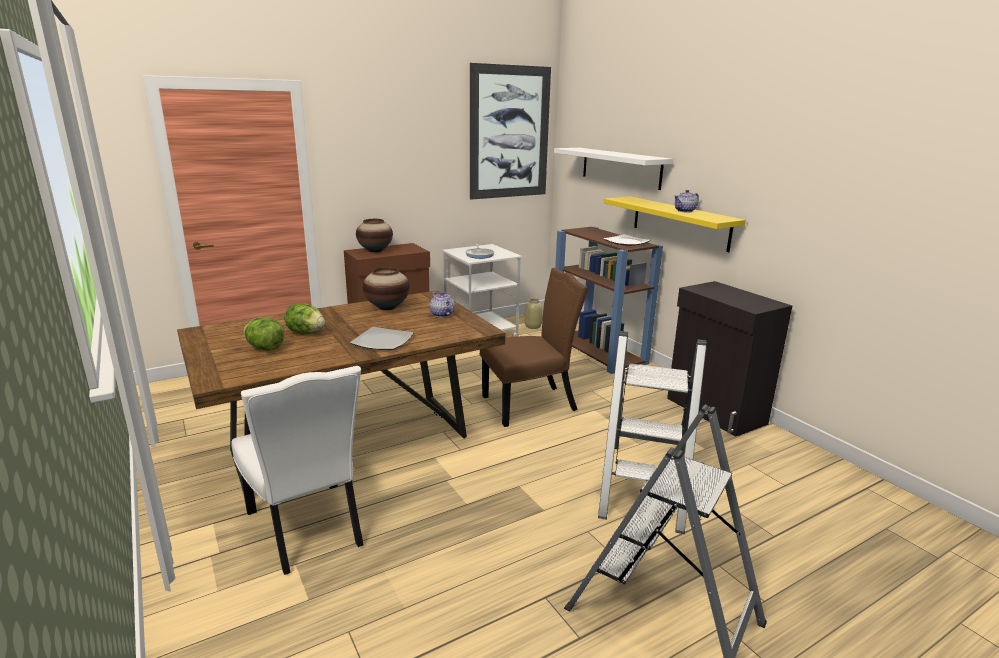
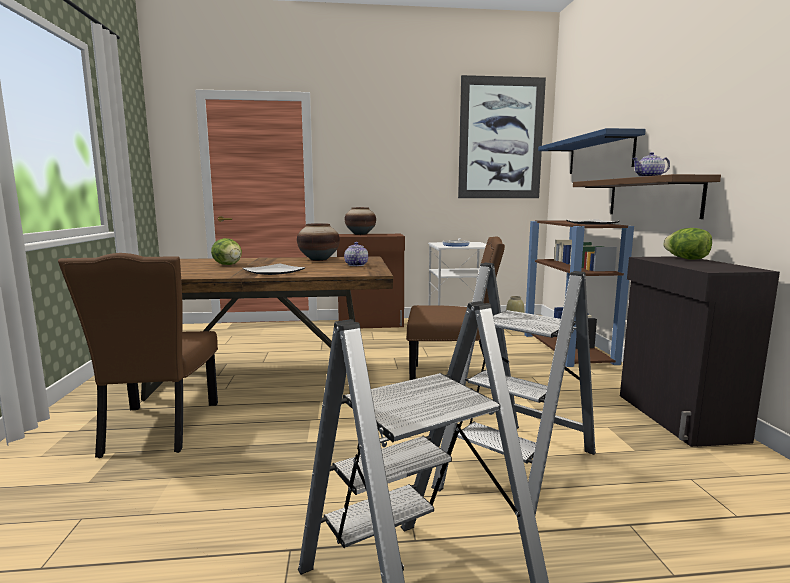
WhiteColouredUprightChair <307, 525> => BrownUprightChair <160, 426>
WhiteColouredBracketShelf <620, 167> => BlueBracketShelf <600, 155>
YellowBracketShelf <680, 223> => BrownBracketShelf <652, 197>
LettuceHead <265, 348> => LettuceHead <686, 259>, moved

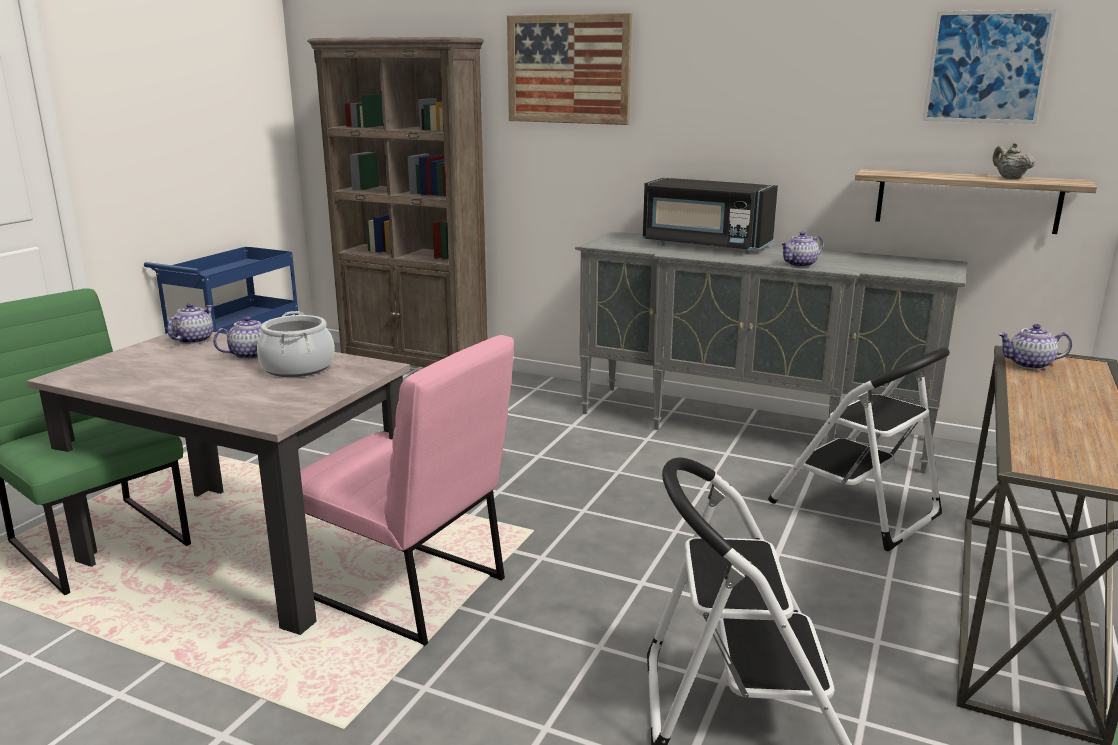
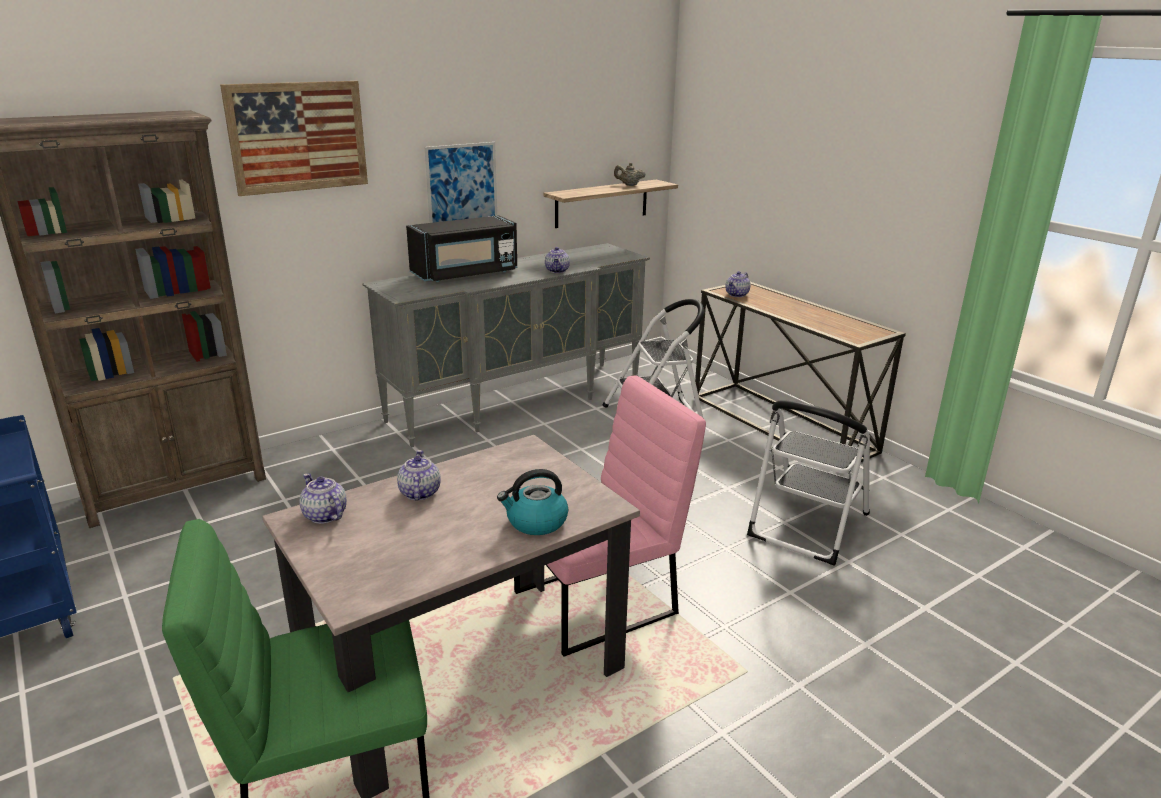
Picture <986, 67> => Picture <462, 183>, moved
nothing => TeaKettle <536, 522>
CookingPot <298, 367> => nothing

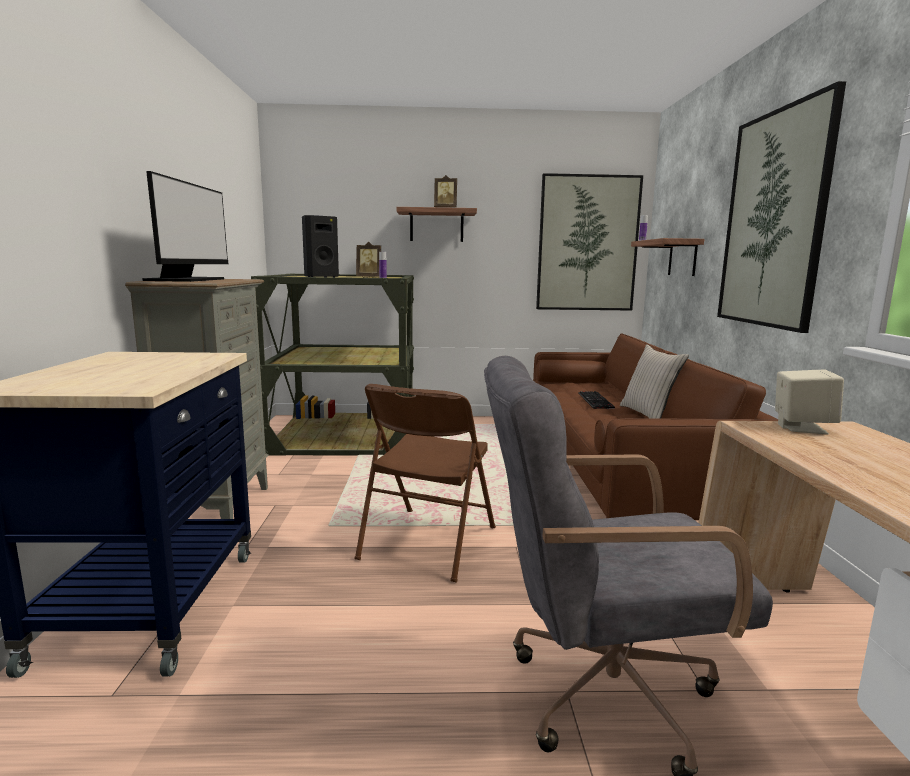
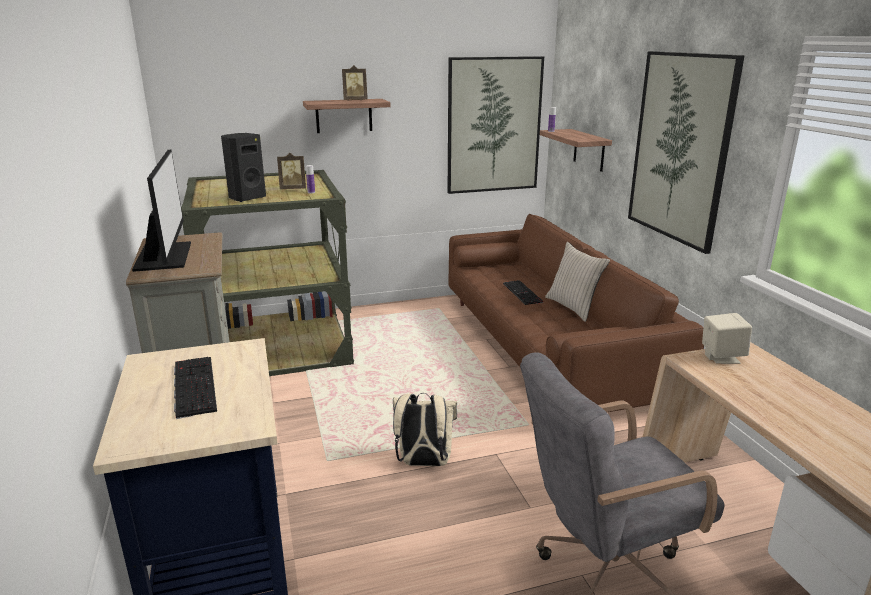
nothing => PcKeyboard <193, 386>
BrownUprightChair <428, 542> => BeigeColouredBackpack <423, 463>

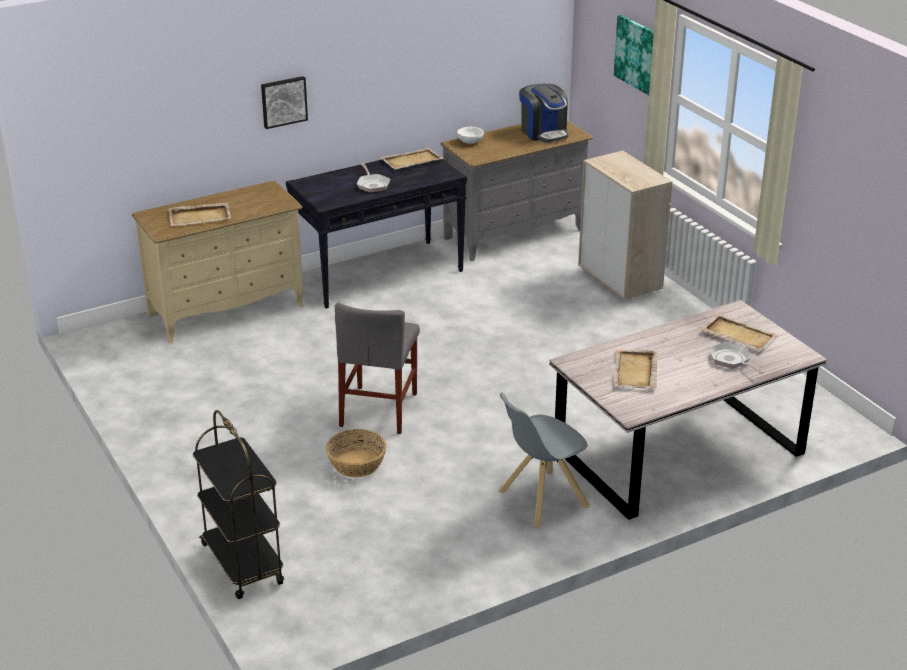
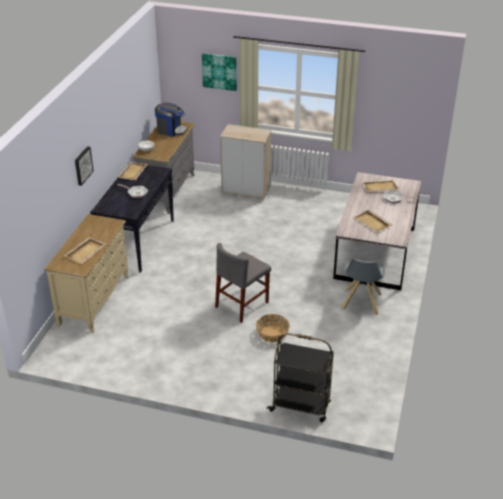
GreyishUprightChair <379, 409> => GreyishUprightChair <242, 304>, 75 degrees clockwise

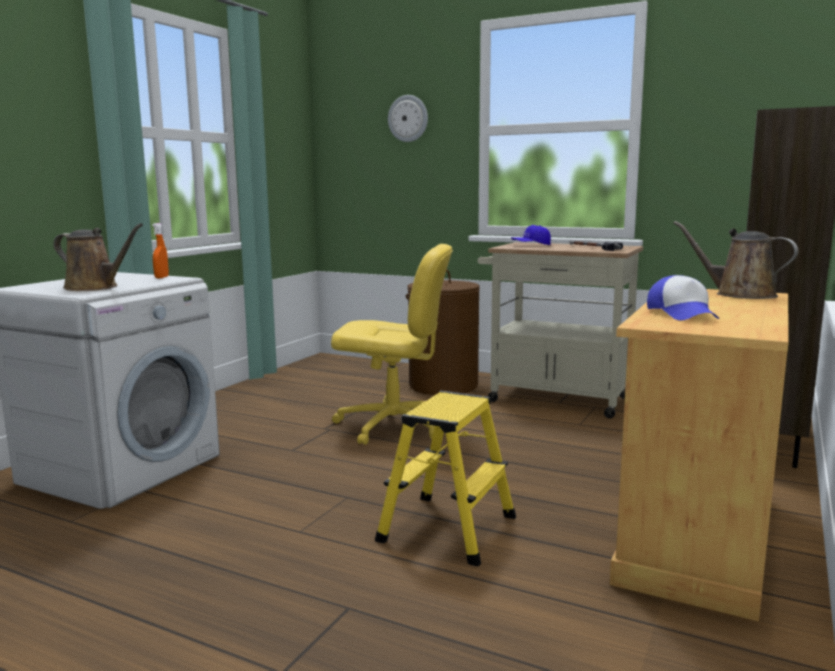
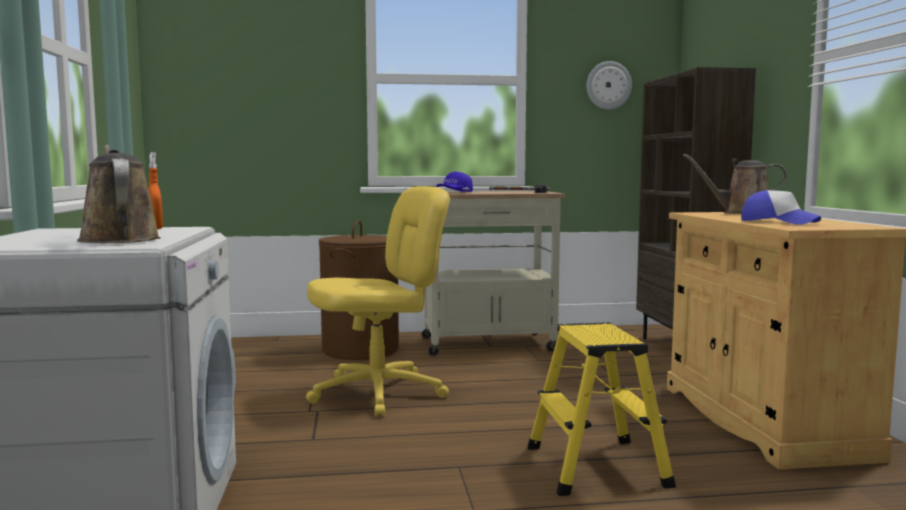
BrownSprinklingCan <95, 287> => BrownSprinklingCan <118, 239>, 105 degrees counterclockwise
HangingClock <408, 118> => HangingClock <608, 85>, moved

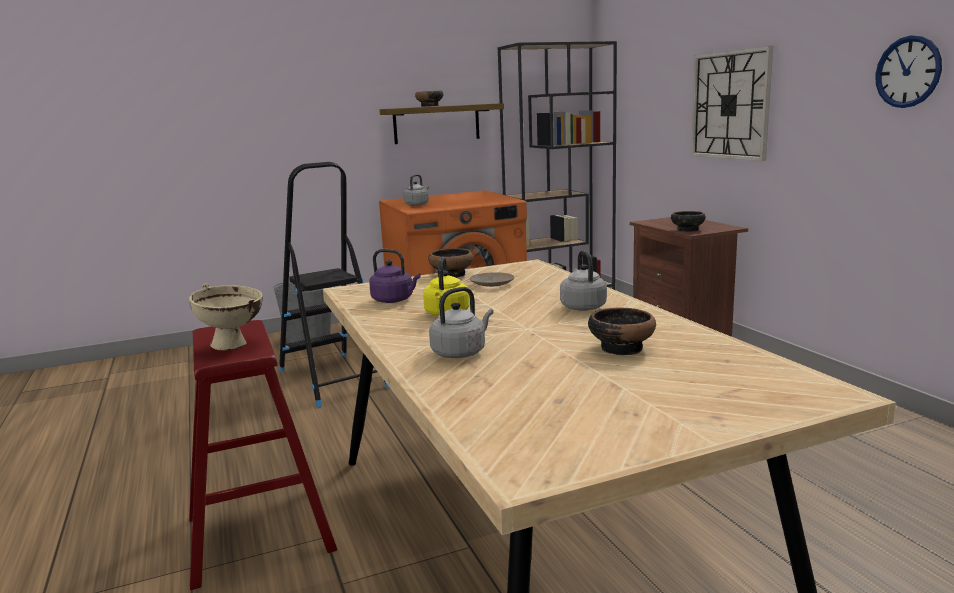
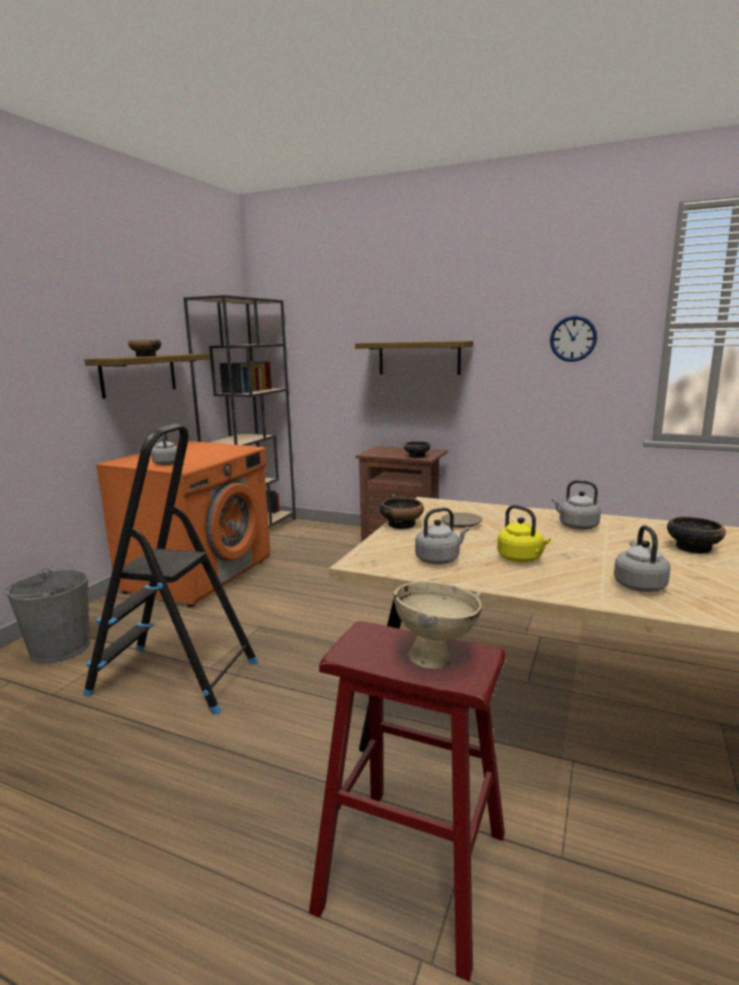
HangingClock <730, 105> => BracketShelf <419, 358>
PurpleColouredTeaKettle <394, 300> => GreyishTeaKettle <439, 559>

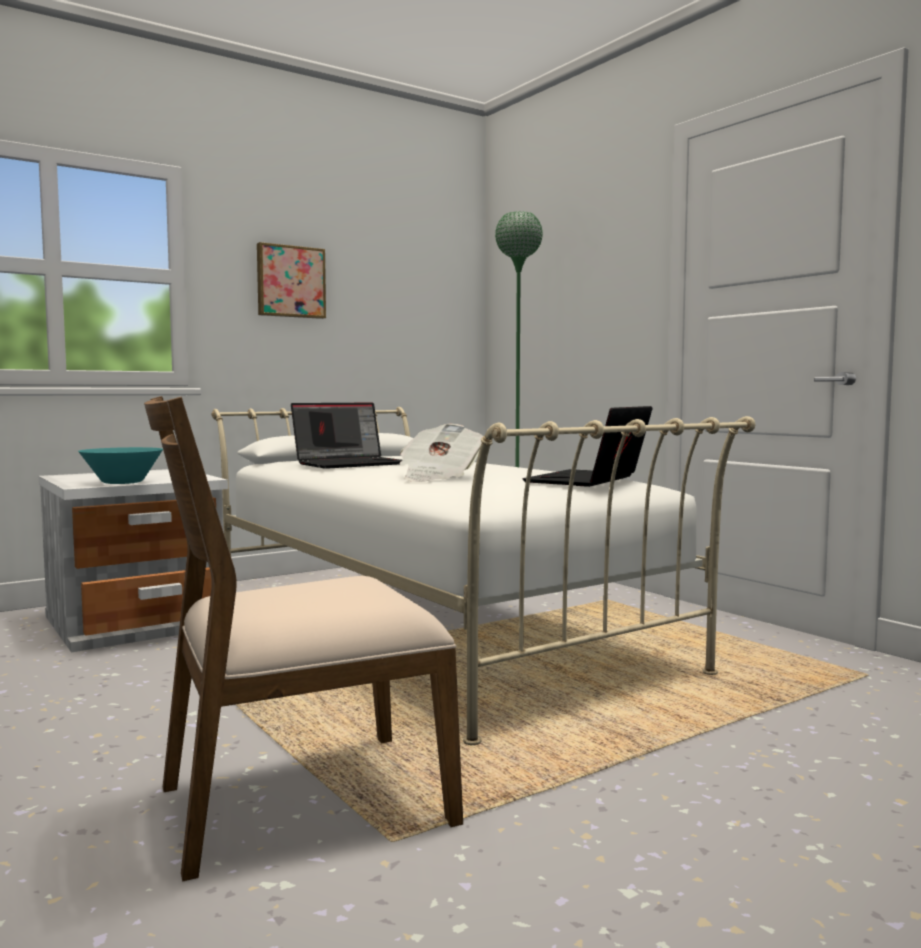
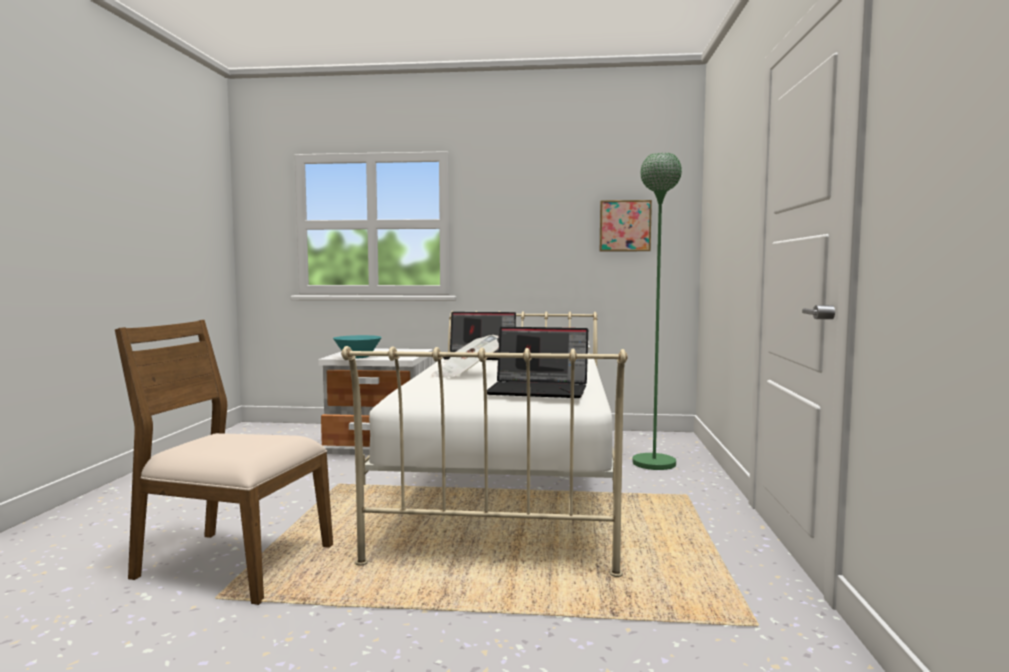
Laptop <589, 481> => Laptop <540, 390>, 150 degrees counterclockwise
Picture <290, 282> => Picture <625, 226>, moved

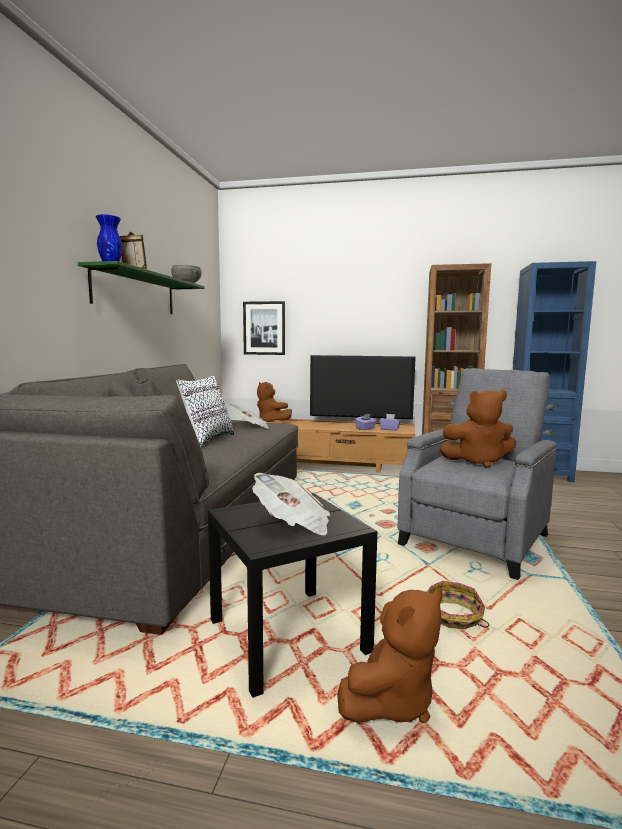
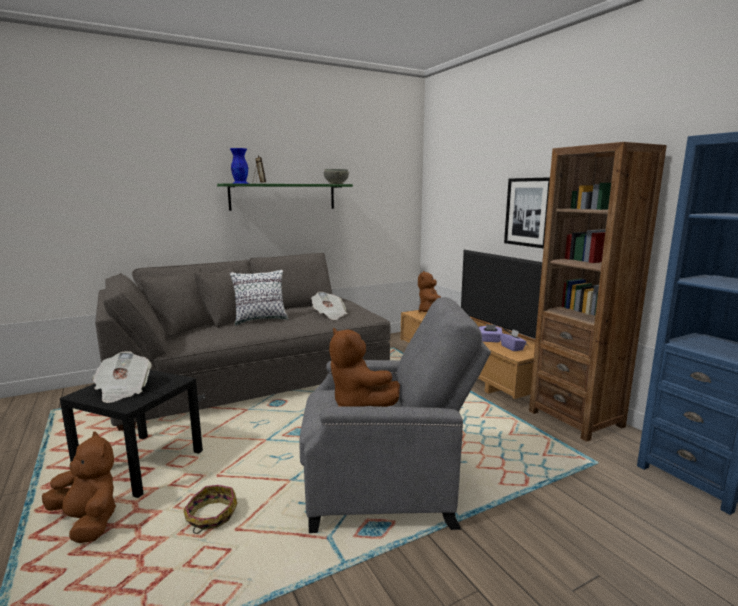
BrownCuddlyToy <391, 701> => BrownCuddlyToy <88, 522>, 150 degrees counterclockwise
Picture <264, 328> => Picture <528, 212>, moved

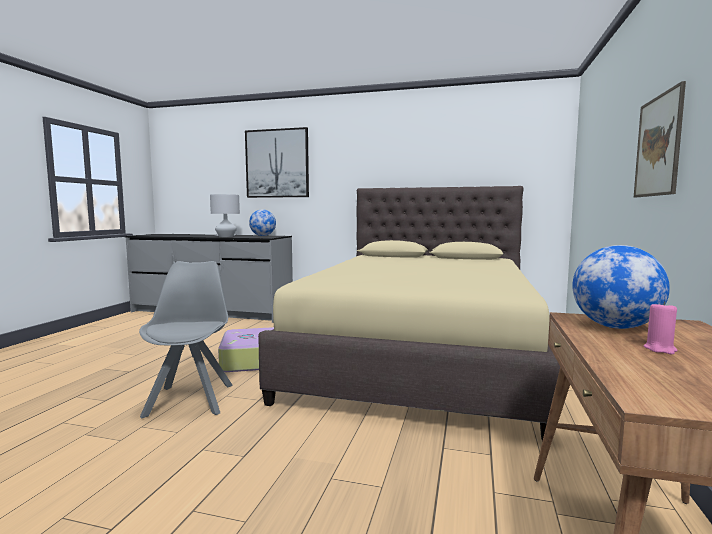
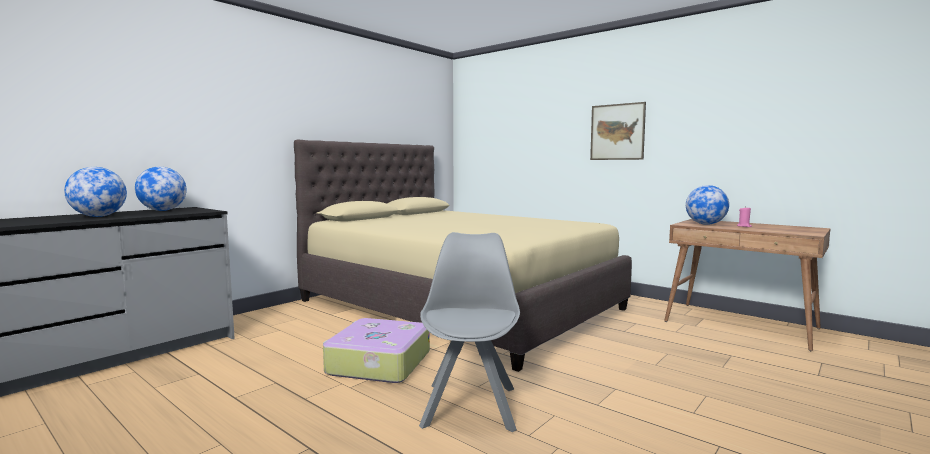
WhiteColouredLampForATable <225, 236> => WorldGlobe <98, 216>
GreyishUprightChair <191, 399> => GreyishUprightChair <470, 405>, 75 degrees clockwise
Picture <277, 163> => nothing

